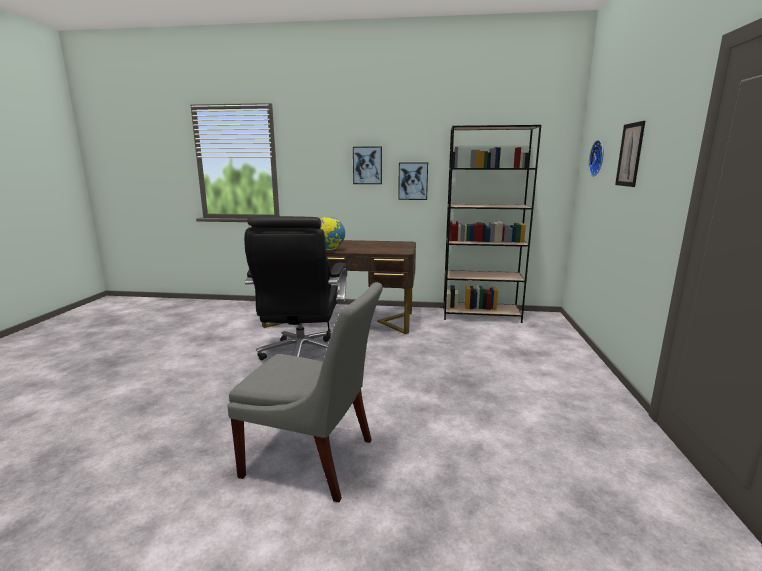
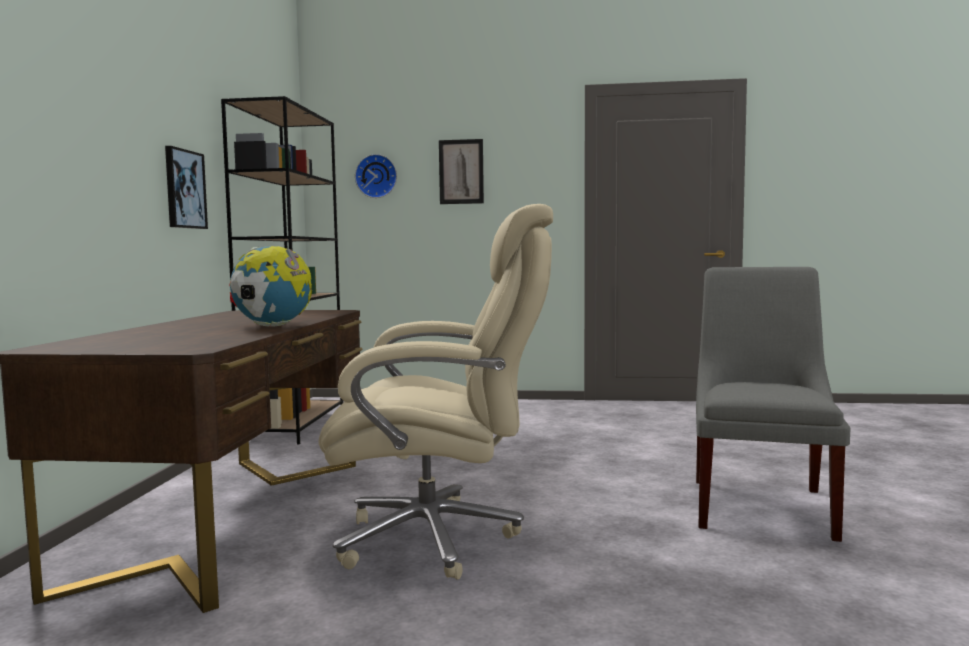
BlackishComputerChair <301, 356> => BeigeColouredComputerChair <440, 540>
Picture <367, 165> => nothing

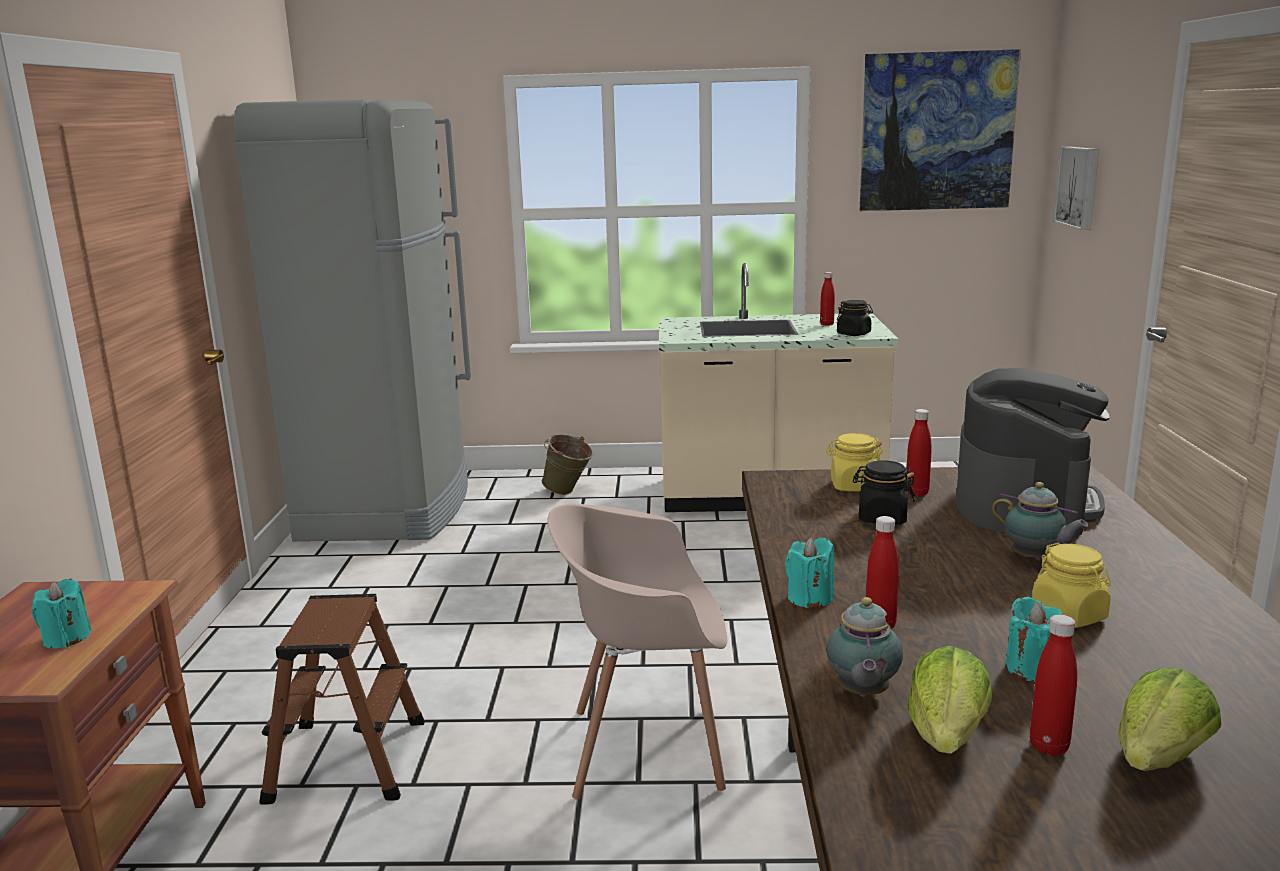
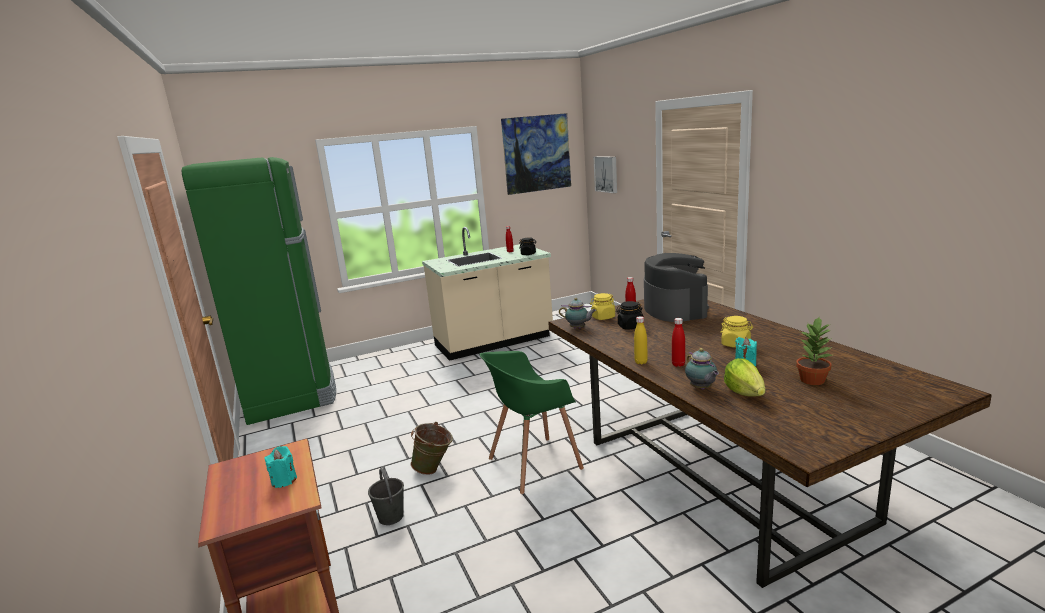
GreyishKitchenFridge <389, 507> => GreenColouredKitchenFridge <290, 393>
BrownStepLadder <347, 759> => GreyishPail <391, 516>
GreenColouredPail <568, 492> => GreenColouredPail <435, 470>, moved
BeigeColouredUprightChair <643, 750> => GreenColouredUprightChair <534, 464>
PotForTea <1035, 559> => PotForTea <578, 328>, moved
BlueGreenWaxCandle <810, 598> => YellowBottle <641, 362>
LettuceHead <1160, 758> => PlantInAPot <813, 380>
ReddishBottle <1048, 747> => nothing

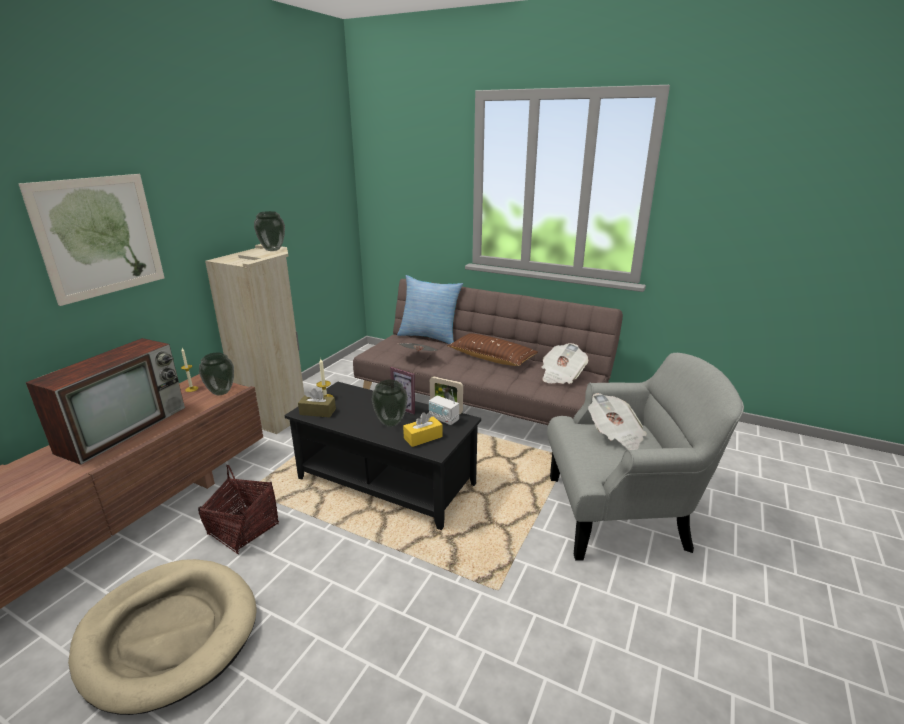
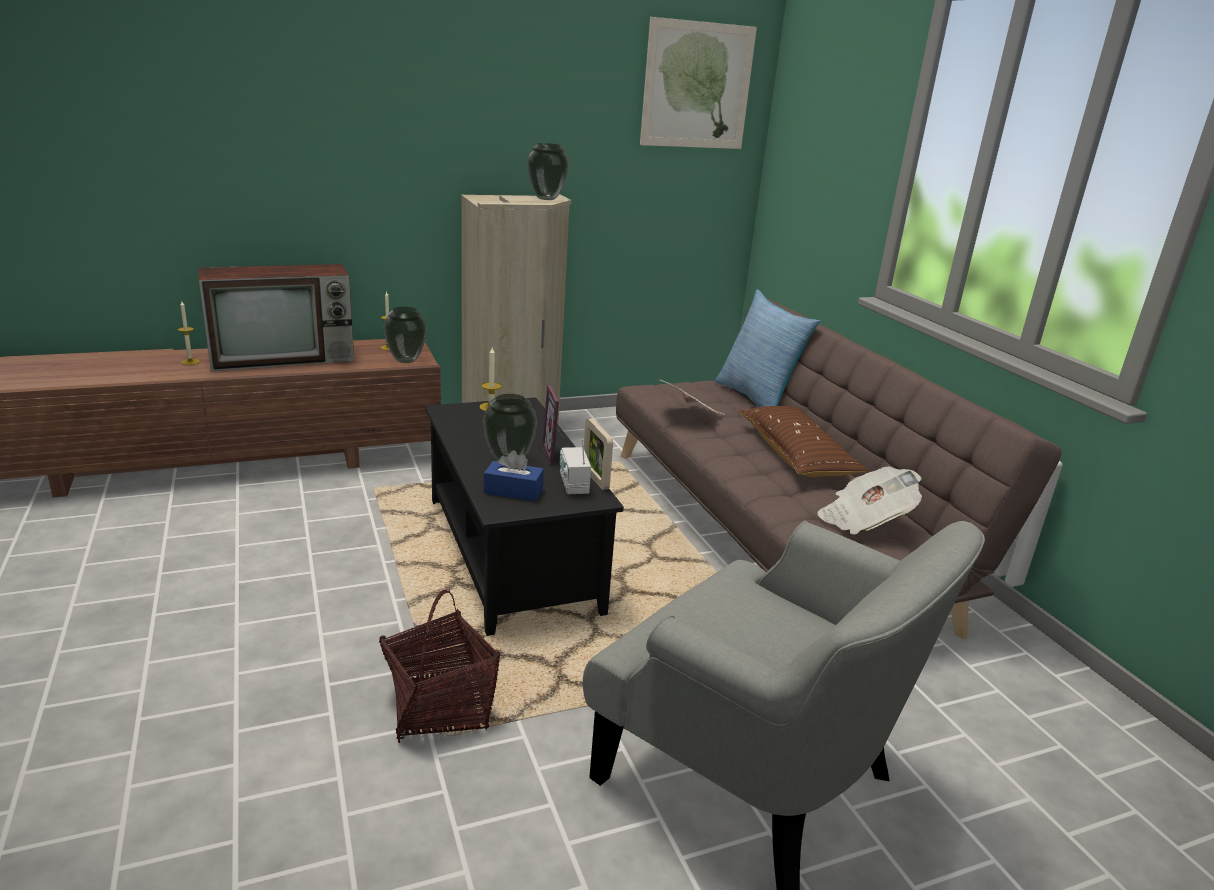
nothing => WaxCandle <190, 362>
Basket <243, 529> => Basket <440, 706>, moved
YellowBoxOfTissues <423, 437> => BlueBoxOfTissues <513, 491>
Picture <100, 237> => Picture <697, 86>, moved
BeigeColouredPetBed <169, 634> => nothing
BrownBoxOfTissues <317, 412> => nothing
Newspaper <615, 435> => nothing

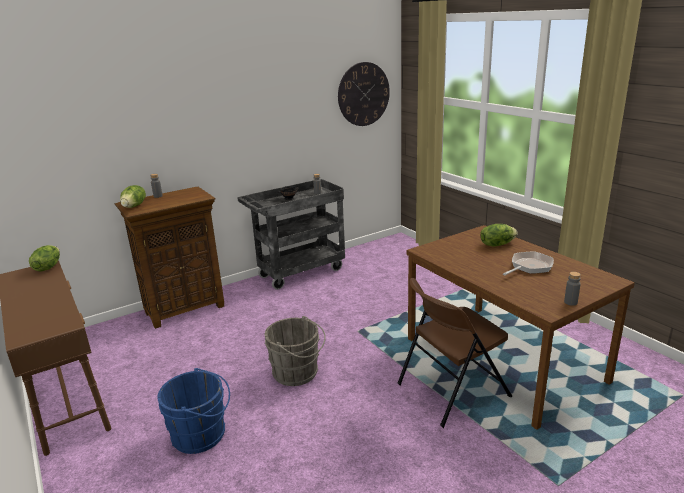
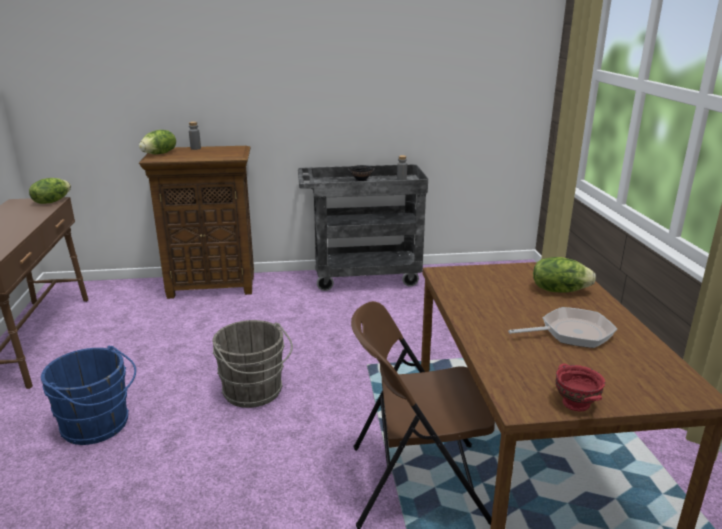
GreyishBottle <570, 302> => ReddishBowl <575, 404>
HangingClock <363, 94> => nothing

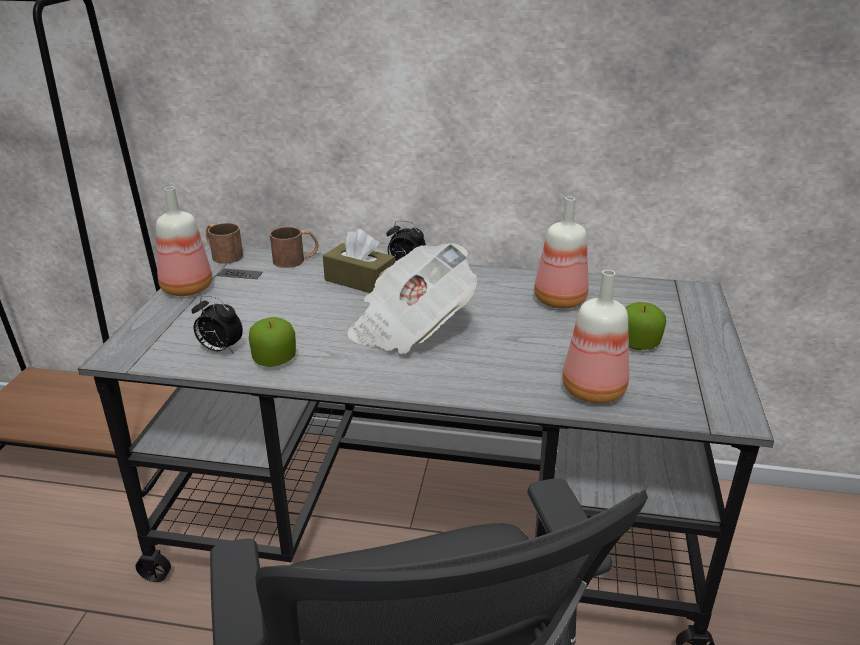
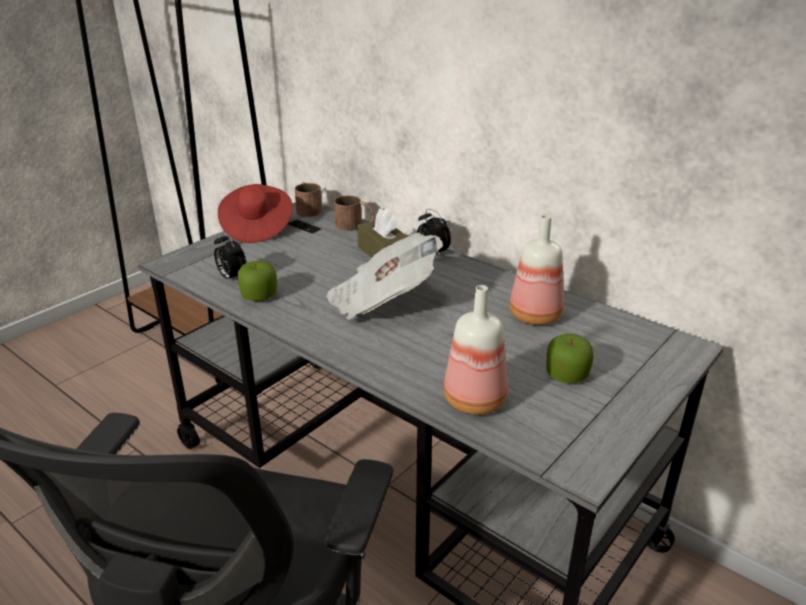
Bottle <186, 289> => ReddishWearableHat <256, 228>

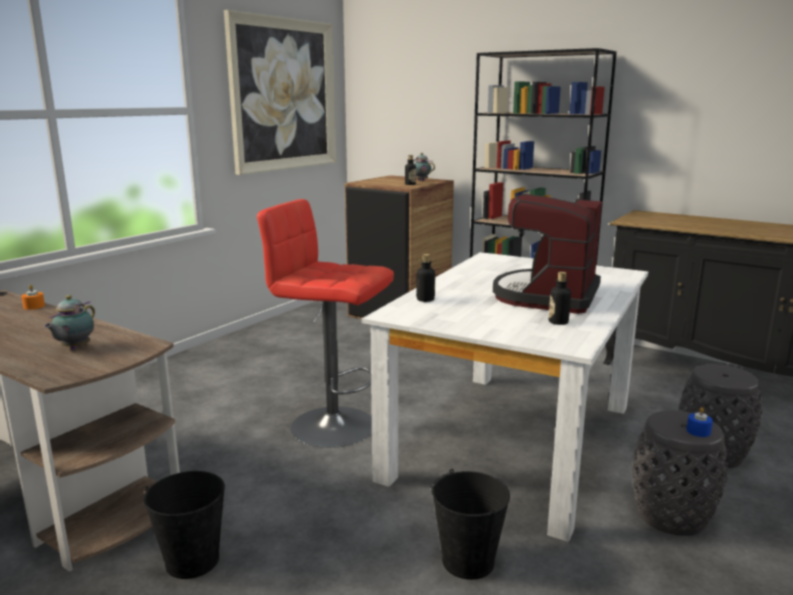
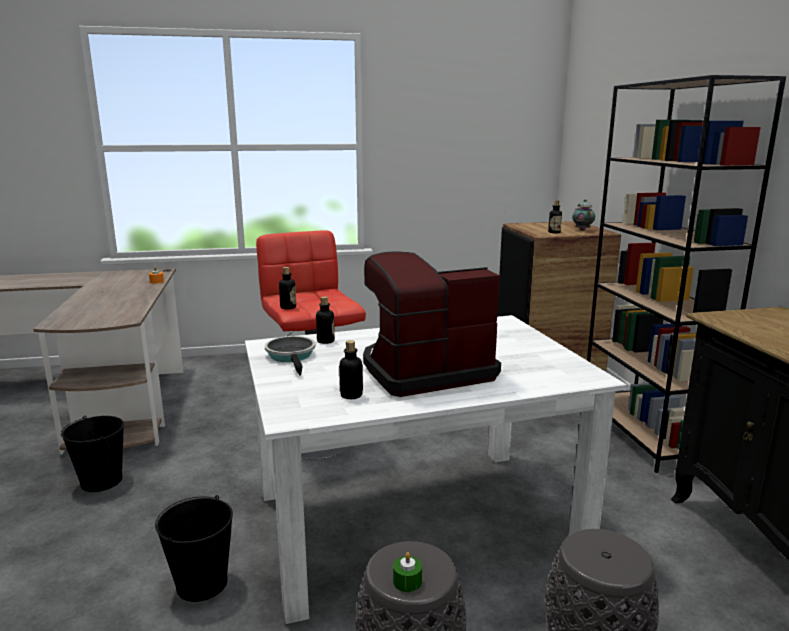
nothing => Skillet <292, 356>
nothing => Bottle <288, 307>
BlueWaxCandle <698, 431> => GreenColouredWaxCandle <407, 581>
PotForTea <74, 348> => nothing
Picture <284, 95> => nothing

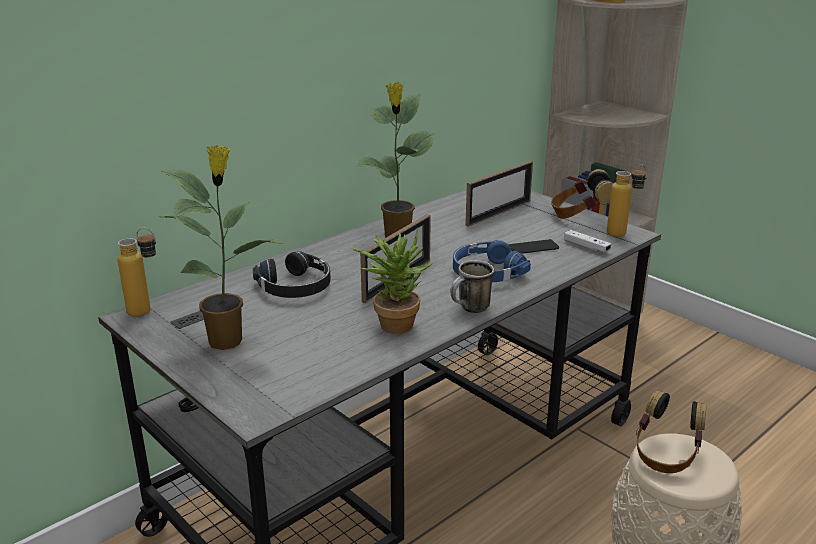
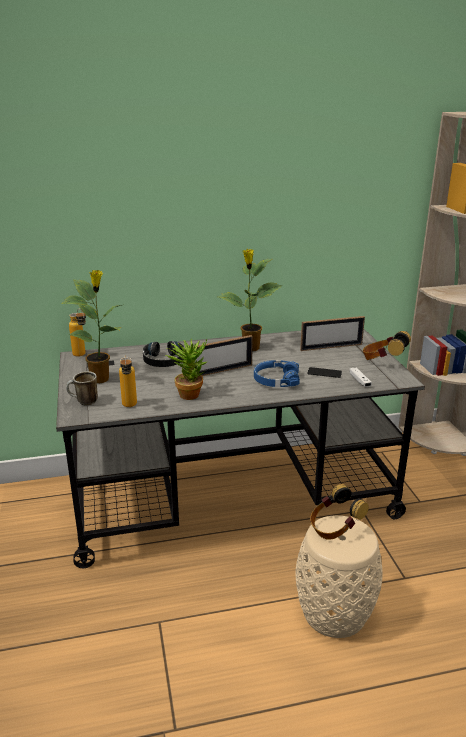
TeaMug <471, 309> => TeaMug <84, 402>, moved
Bottle <622, 236> => Bottle <129, 407>, moved

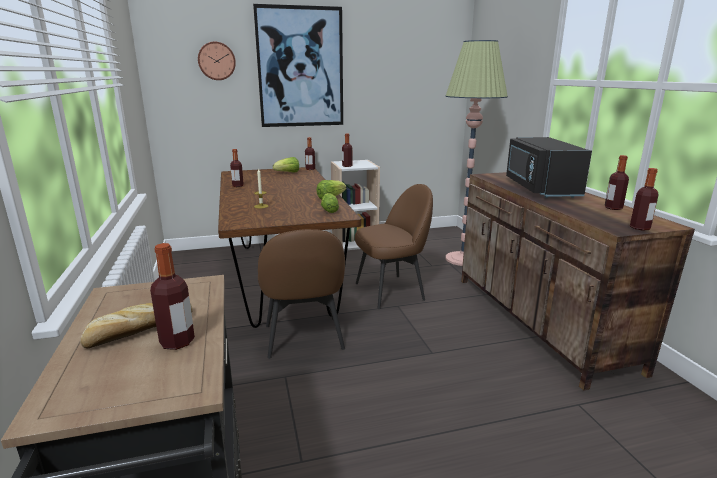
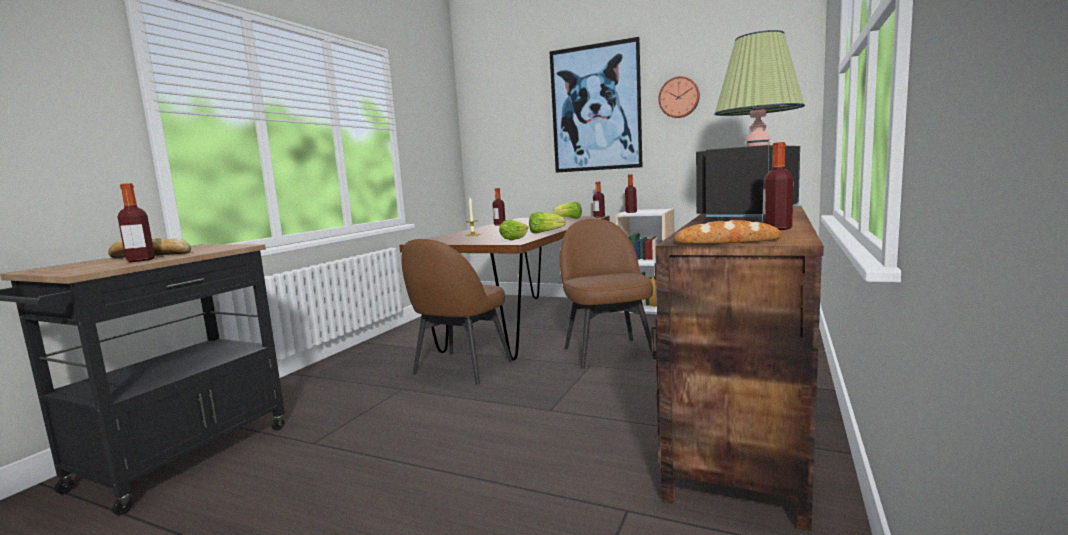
BrownUprightChair <391, 291> => BrownUprightChair <607, 352>, 120 degrees counterclockwise
HangingClock <216, 61> => HangingClock <679, 97>, moved
Bottle <640, 228> => BakedBread <727, 241>

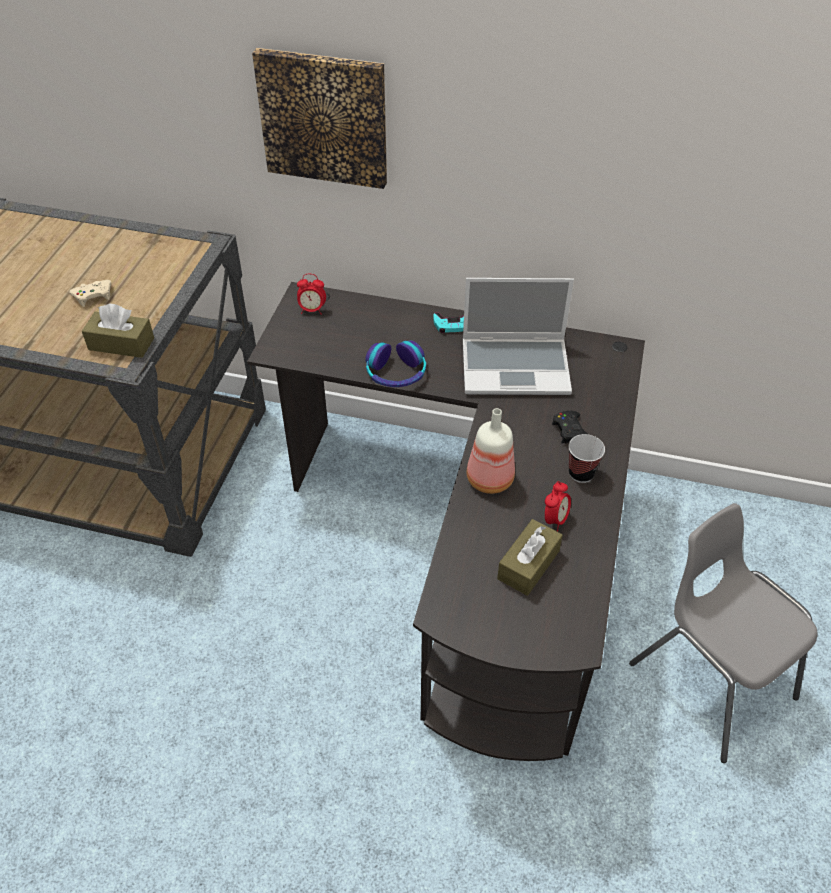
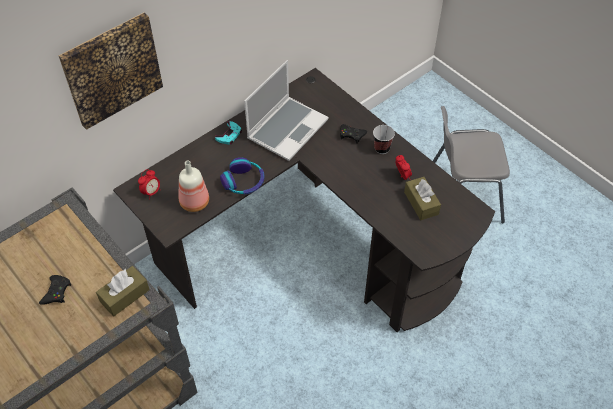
BeigeColouredGameController <93, 295> => BlackishGameController <56, 292>
Bottle <488, 480> => Bottle <194, 203>, moved

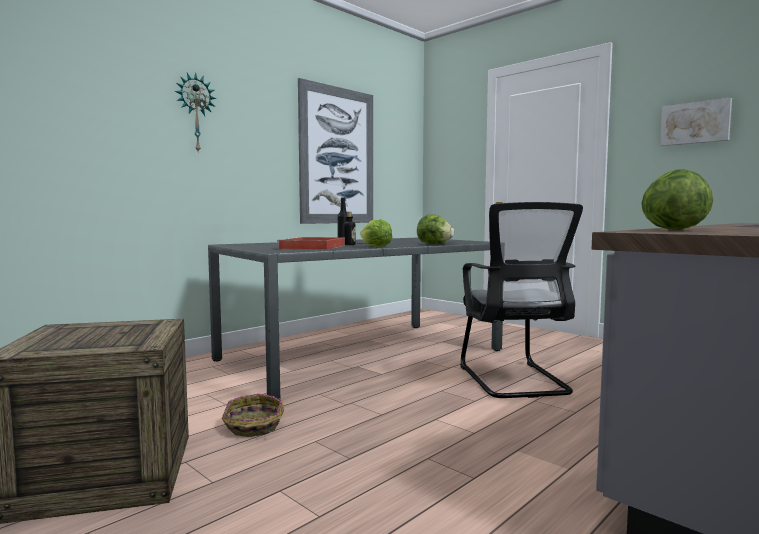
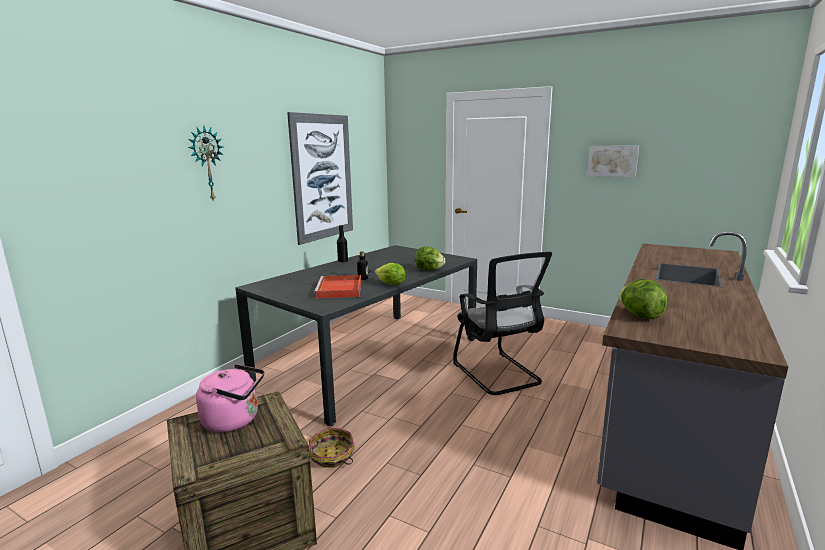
nothing => PinkColouredTeaKettle <235, 420>

